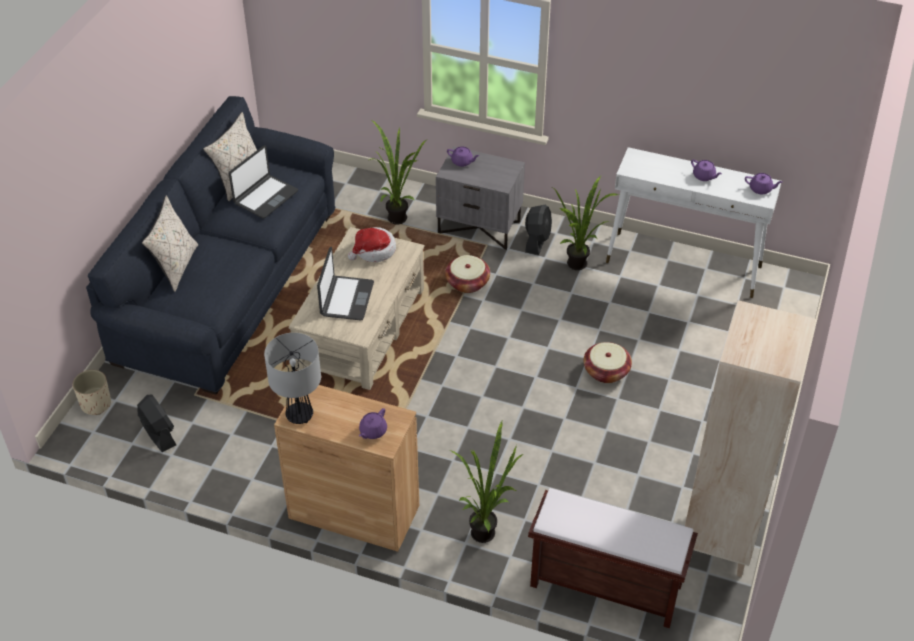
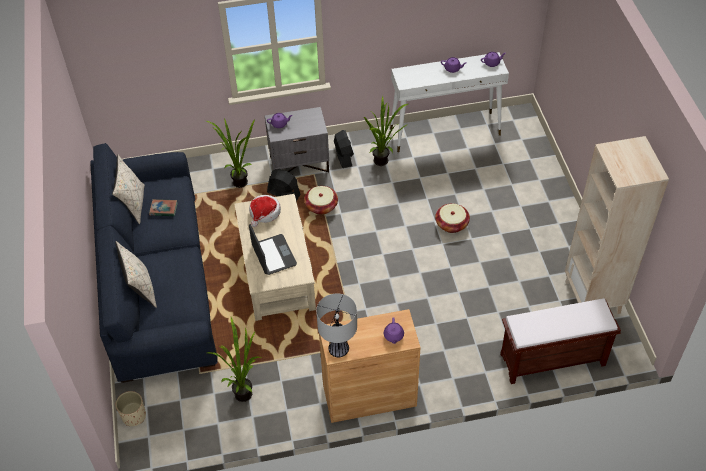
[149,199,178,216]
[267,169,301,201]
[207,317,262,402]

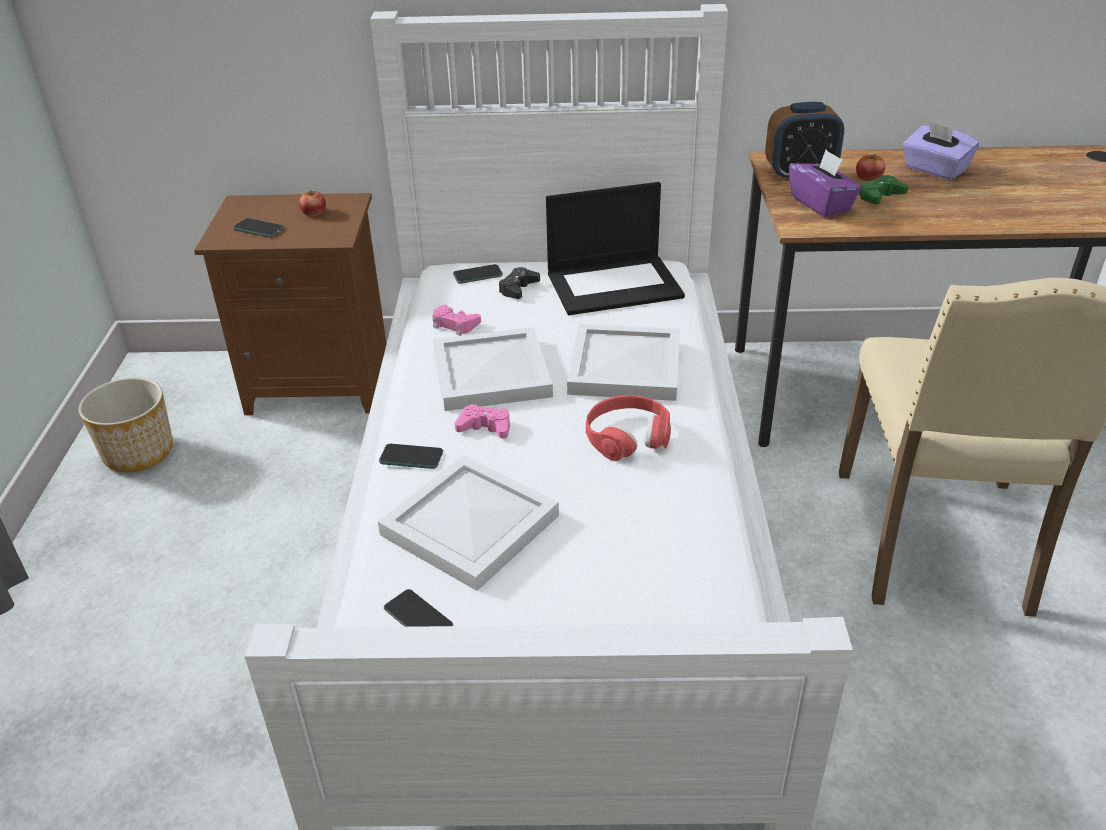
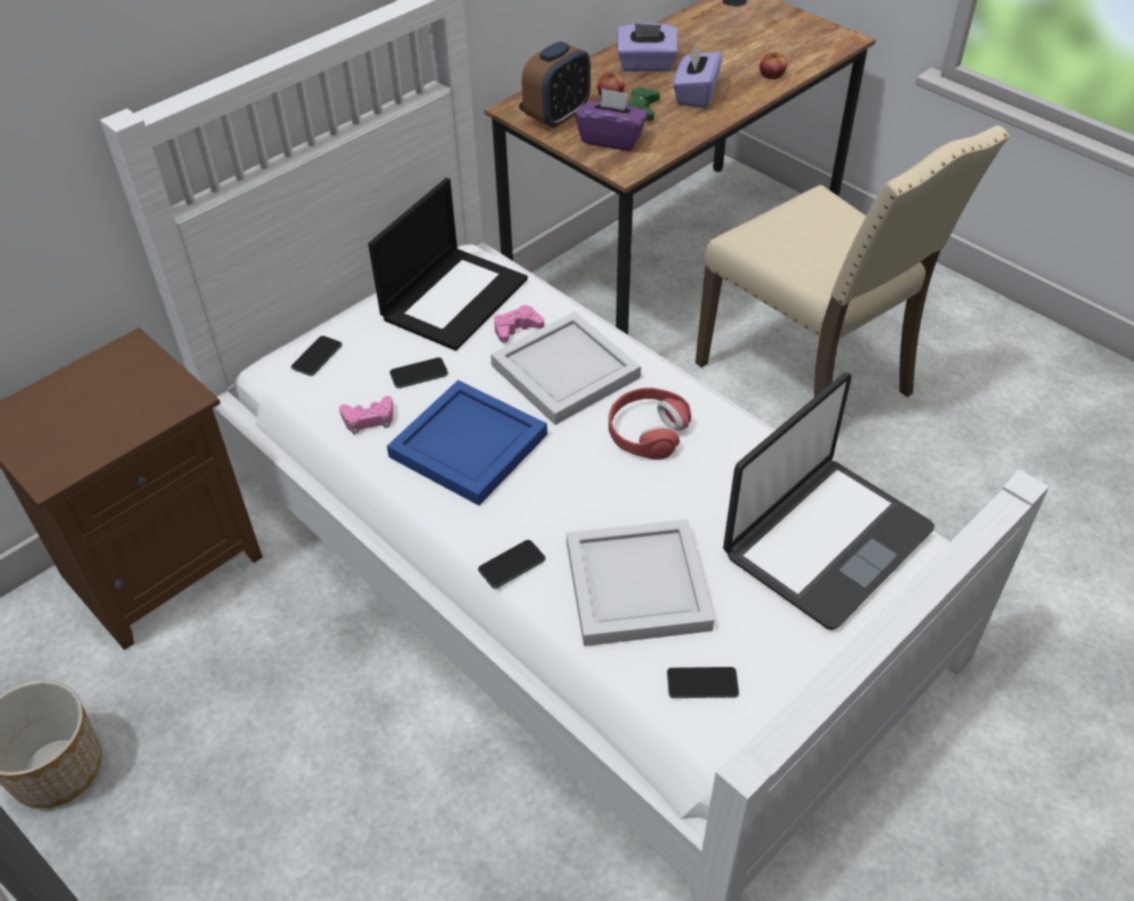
[759,51,787,79]
[390,357,448,388]
[499,267,540,299] (first image)
[387,380,547,506]
[494,305,544,343]
[673,43,723,108]
[723,372,935,630]

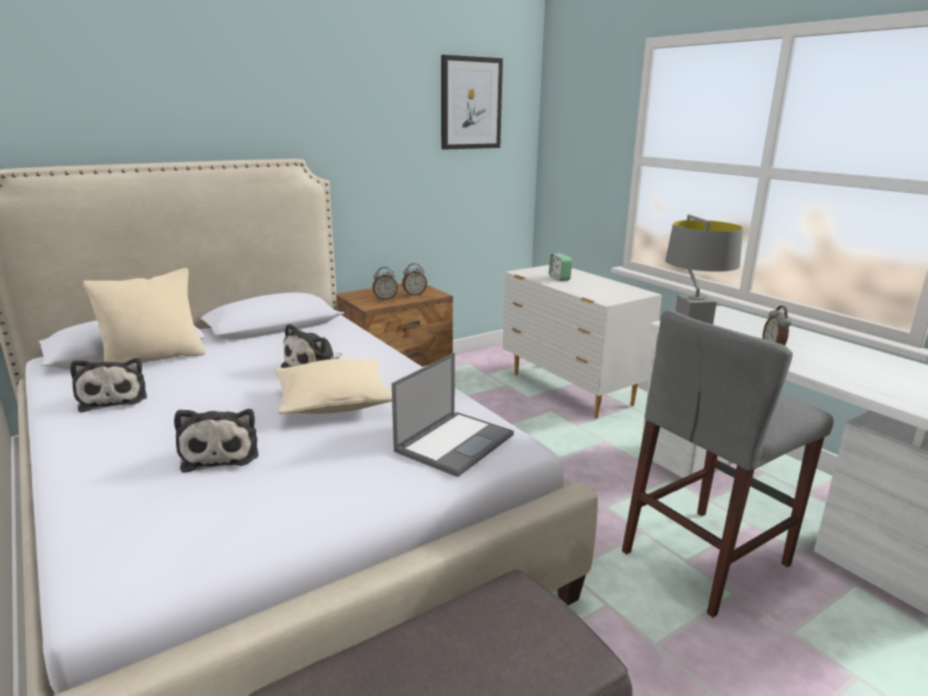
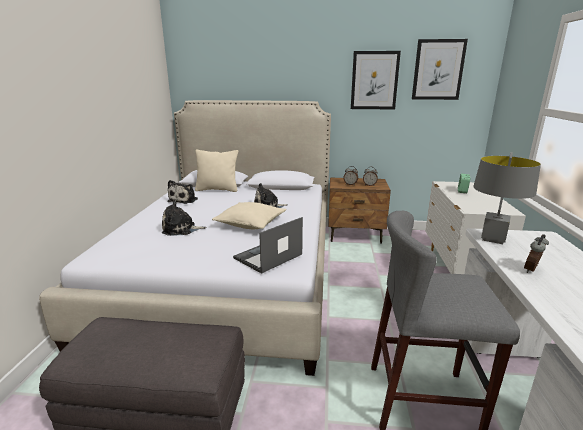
[233,217,303,274]
[162,200,206,236]
[351,51,401,109]

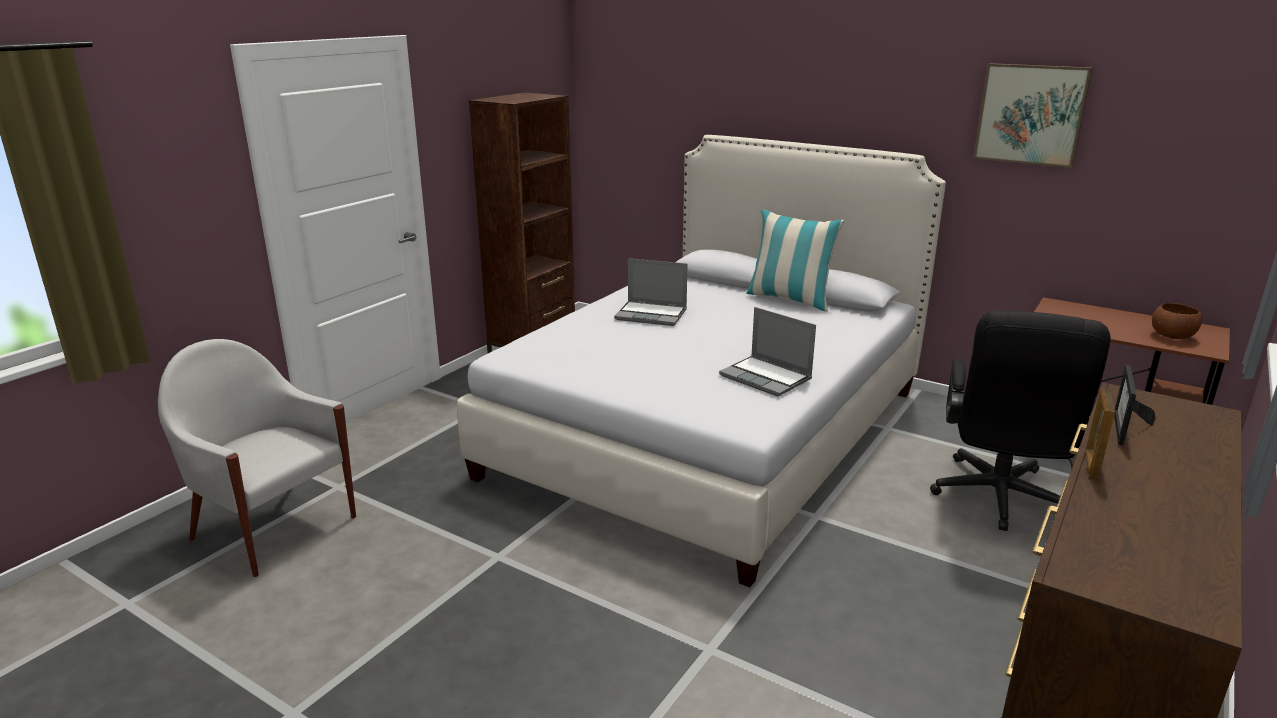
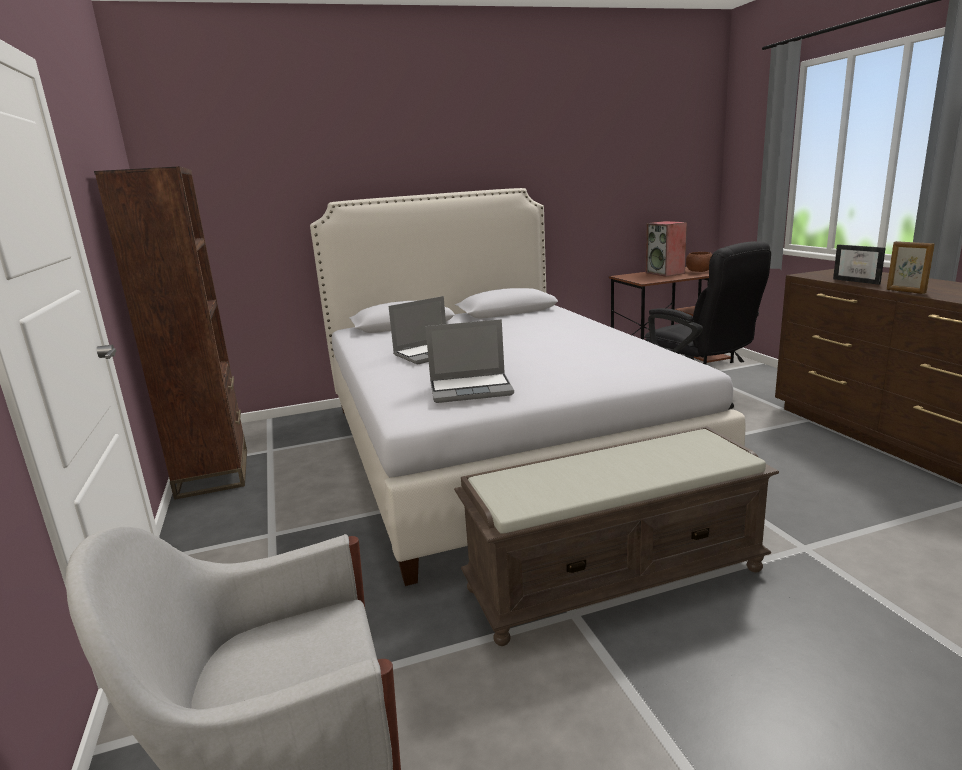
[973,63,1093,168] (first image)
[746,209,844,311] (first image)
[425,319,514,403]
[646,221,687,277]
[454,426,779,646]

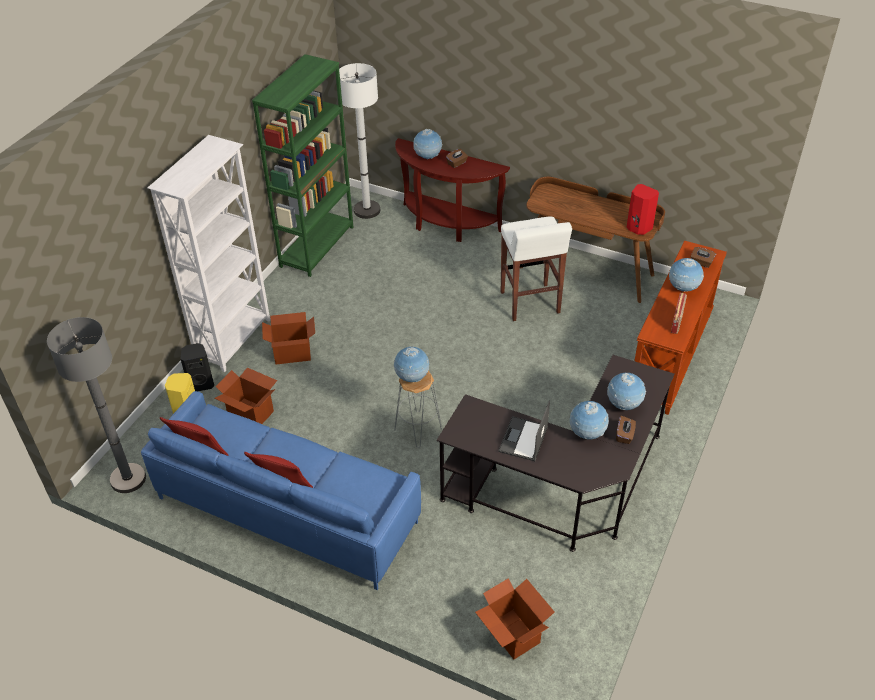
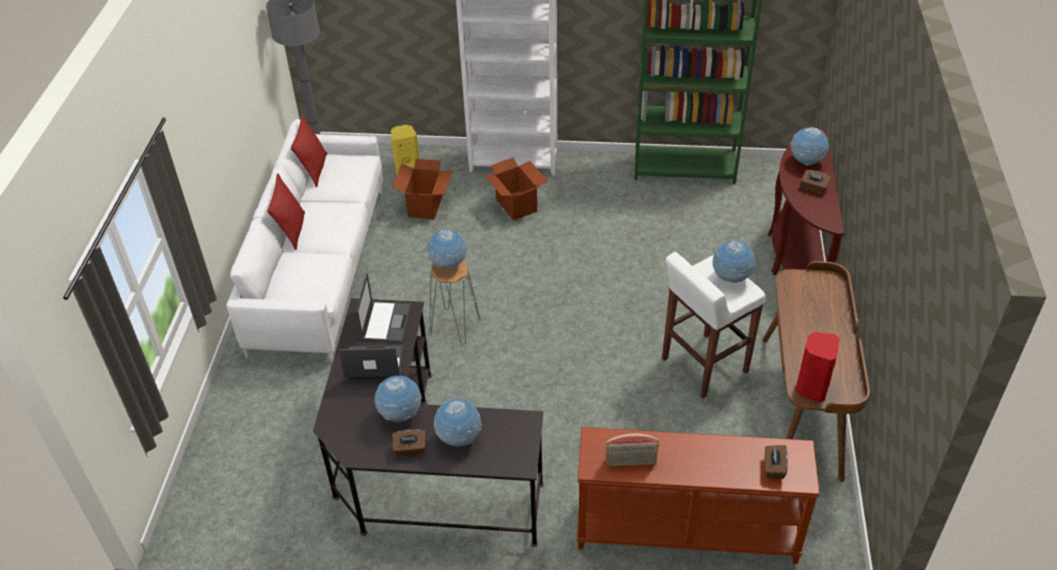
[339,63,380,219] (first image)
[713,241,756,283]
[180,343,214,391] (first image)
[226,119,383,362]
[475,578,555,659] (first image)
[356,273,411,343]

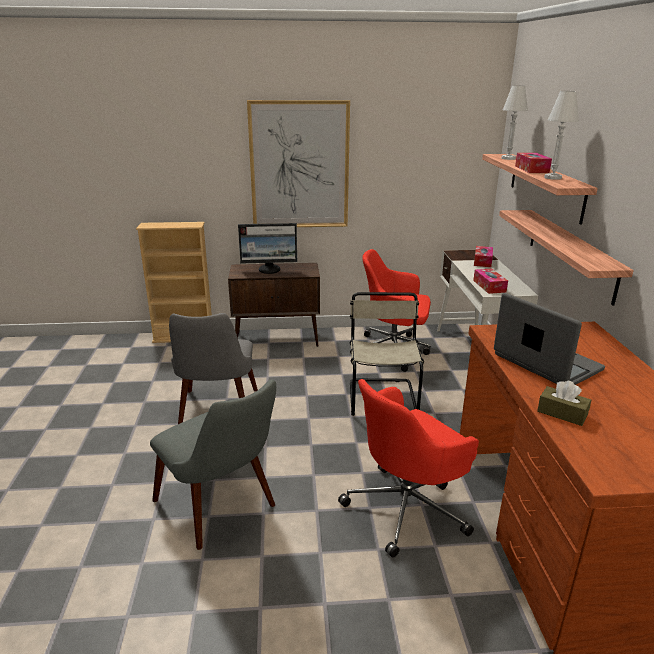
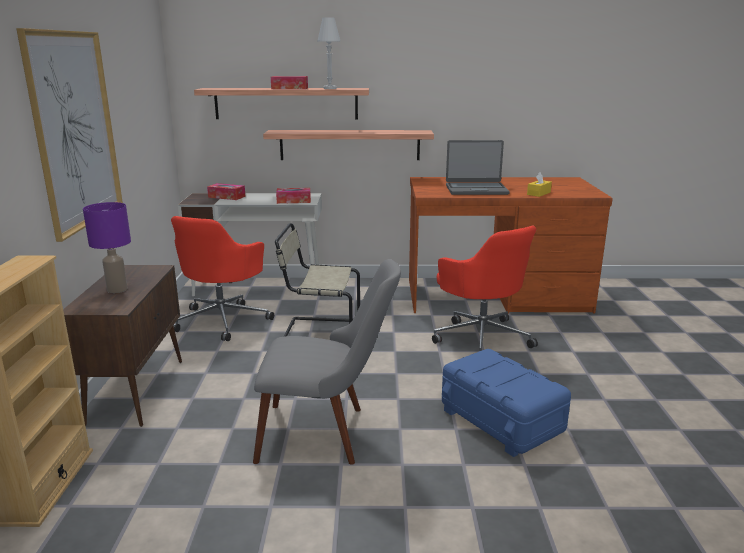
[501,86,528,160] (first image)
[83,202,131,293]
[446,140,510,195]
[442,349,571,457]
[527,172,552,197]

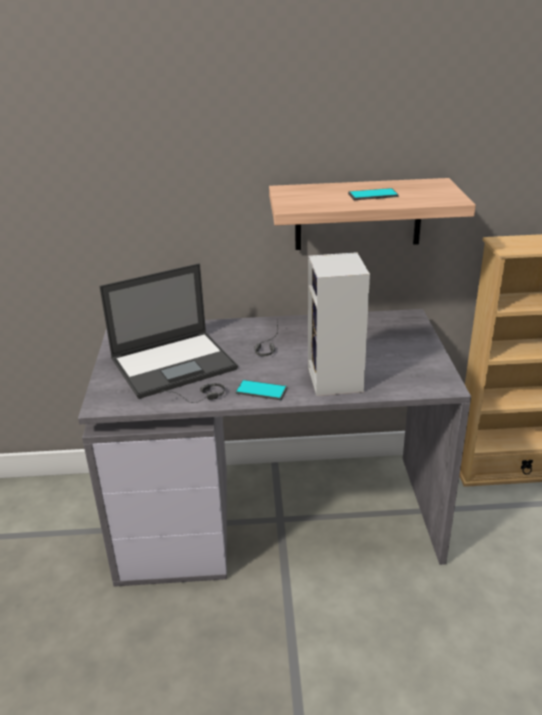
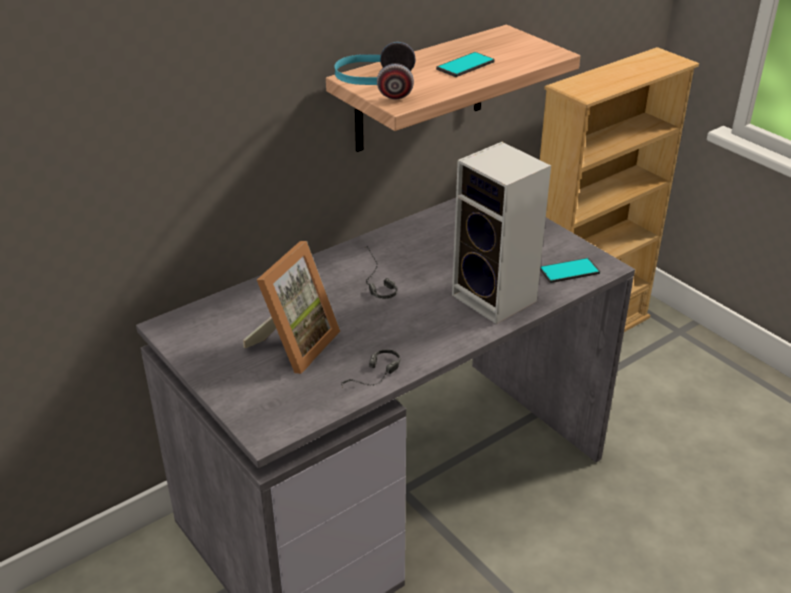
[243,241,340,374]
[540,258,600,283]
[334,42,416,99]

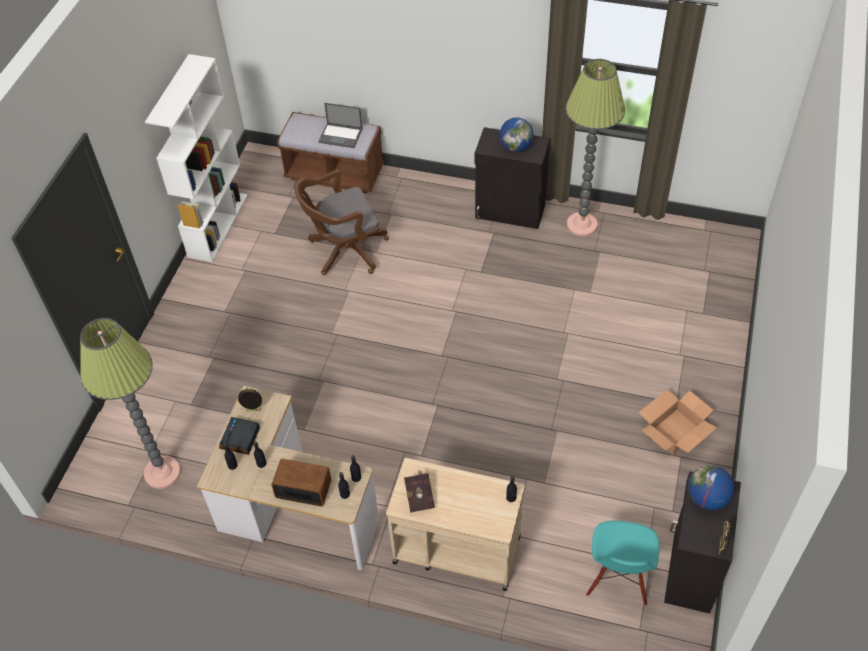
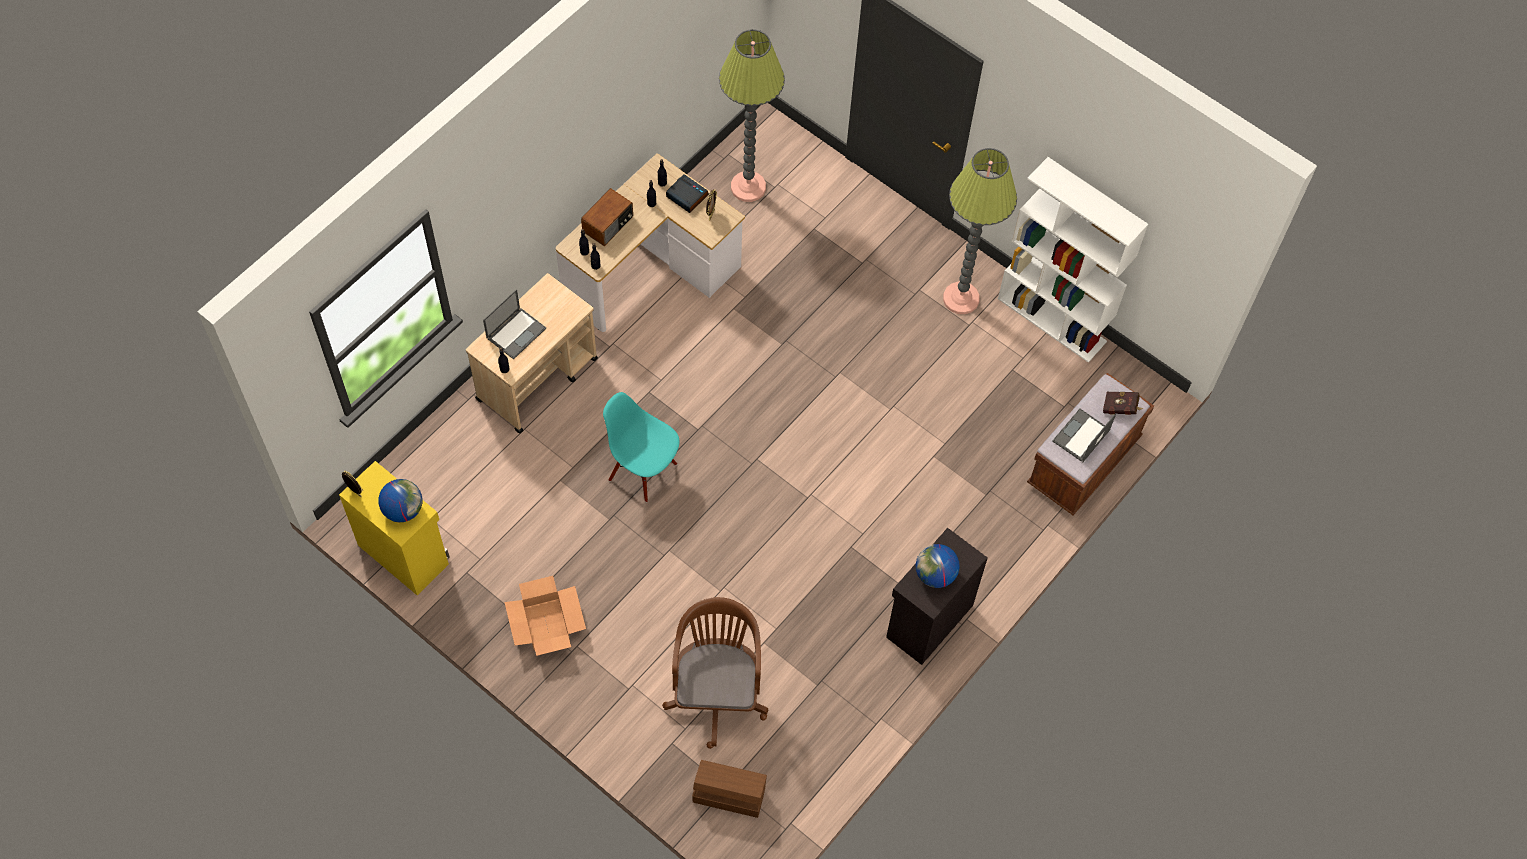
[943,148,1017,314]
[662,597,768,749]
[1103,392,1143,415]
[339,461,450,595]
[603,392,679,502]
[483,289,546,359]
[692,760,767,818]

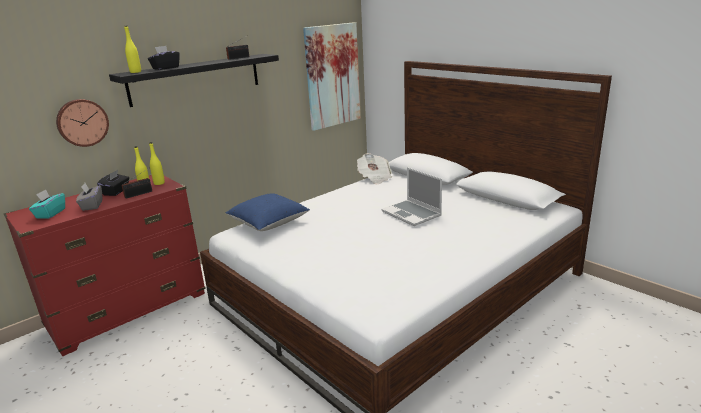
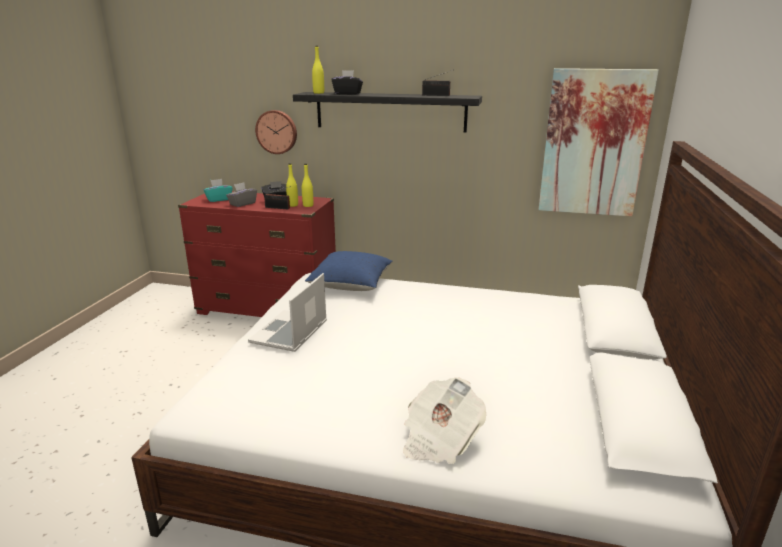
[403,378,487,464]
[248,273,327,352]

